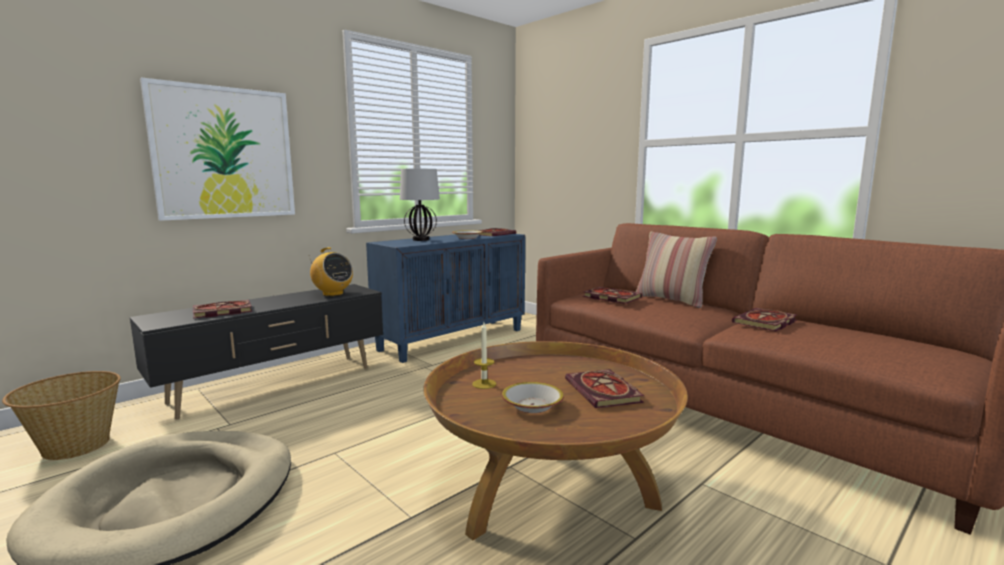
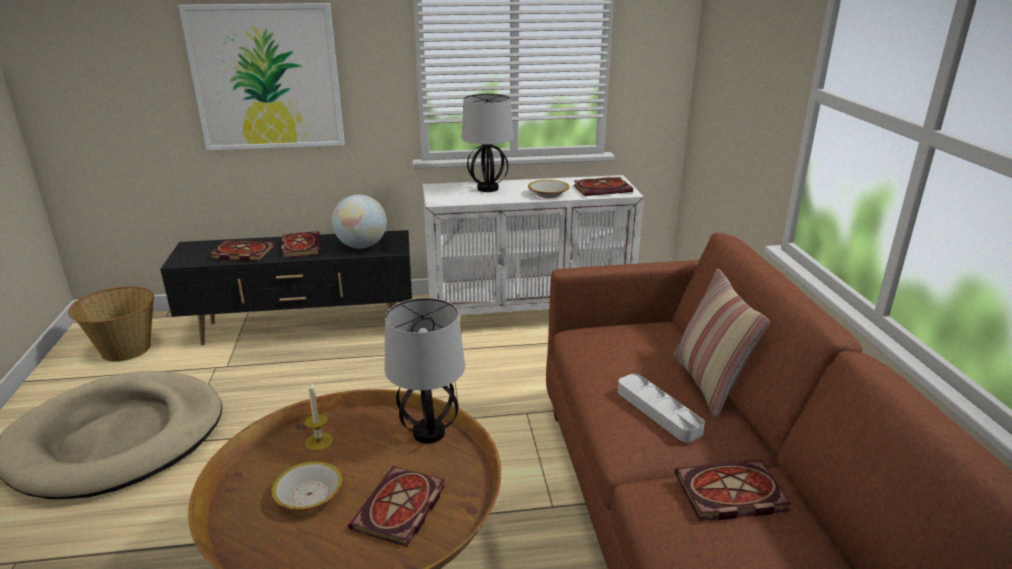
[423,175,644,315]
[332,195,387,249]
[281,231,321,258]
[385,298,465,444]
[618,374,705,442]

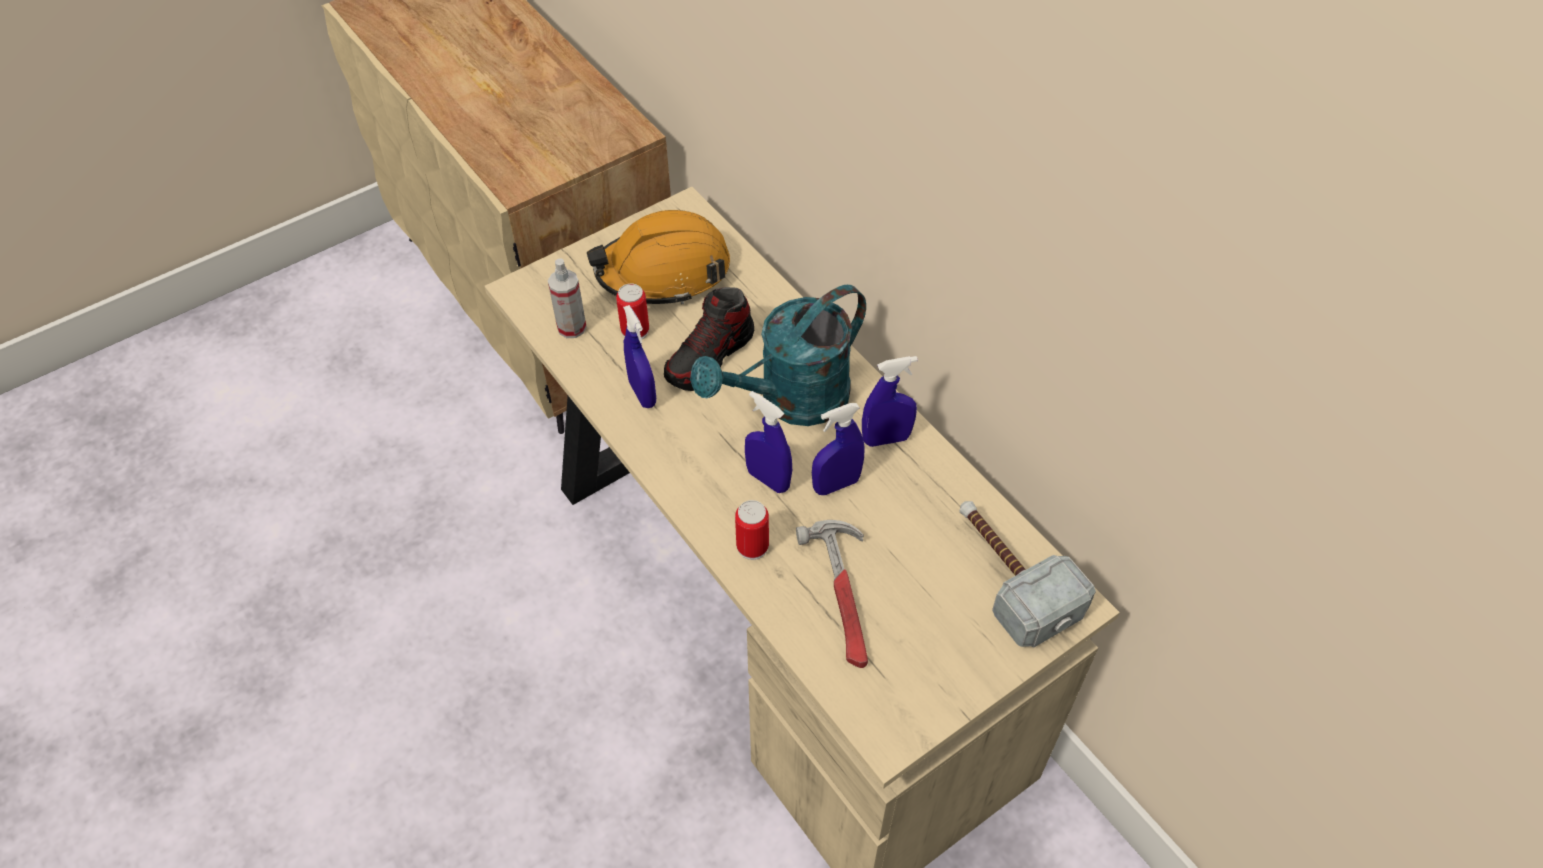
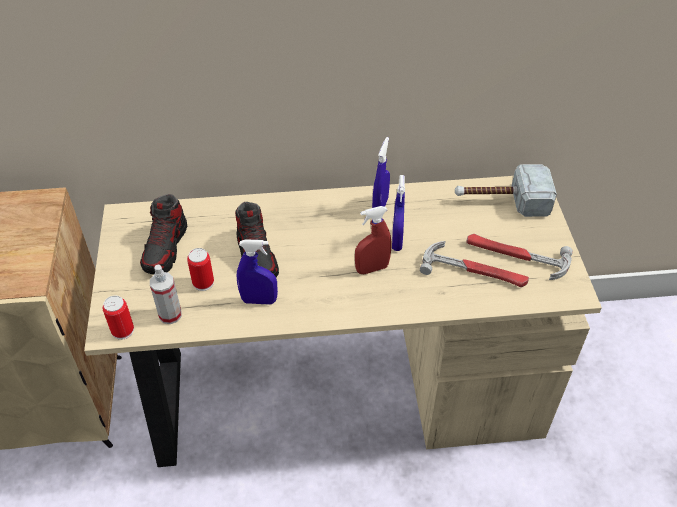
[140,194,187,275]
[690,285,866,426] (first image)
[355,206,391,274]
[103,295,134,340]
[466,234,573,280]

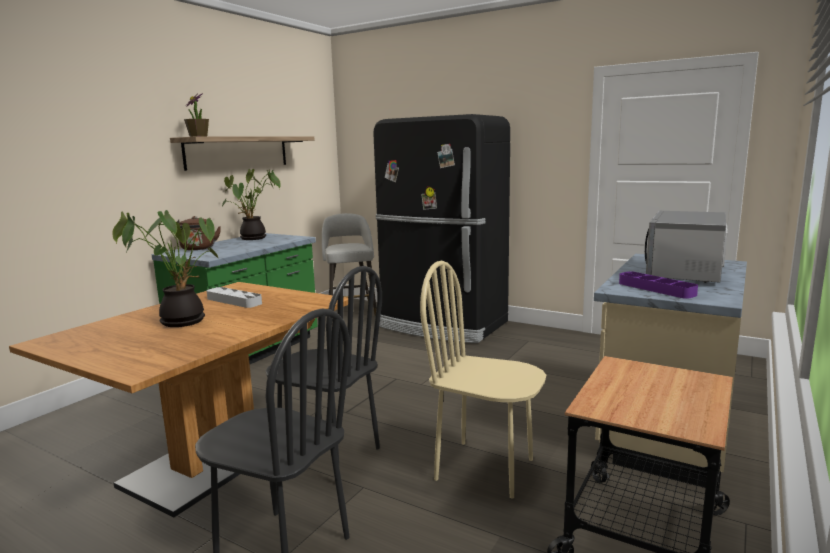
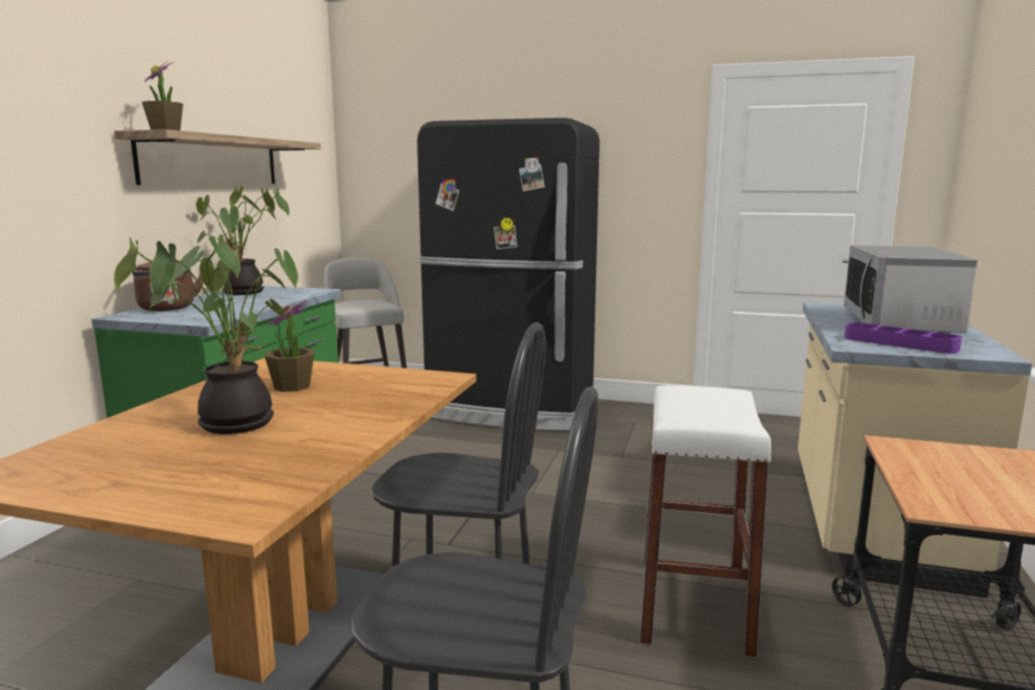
[639,386,772,658]
[265,300,315,392]

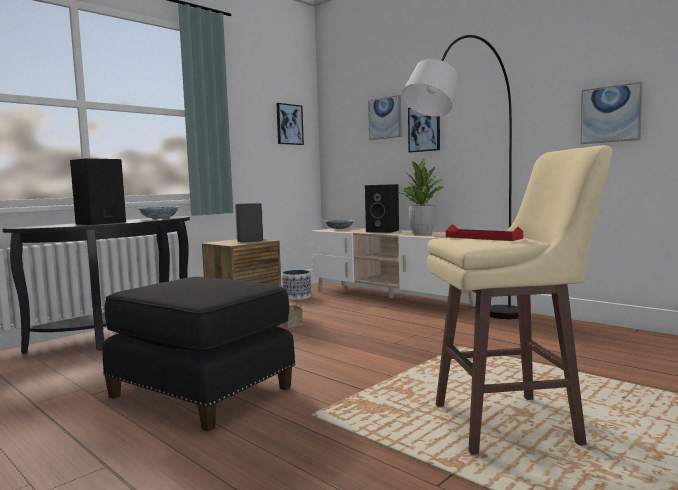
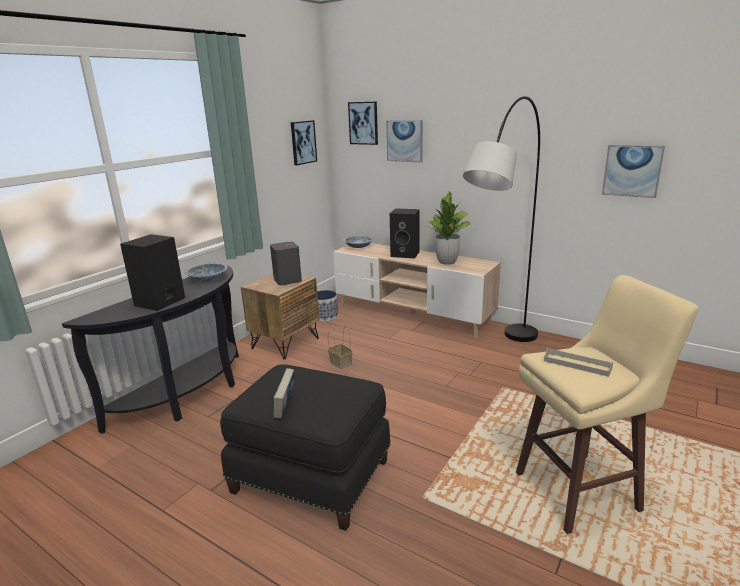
[348,101,378,145]
[544,348,613,377]
[274,368,294,419]

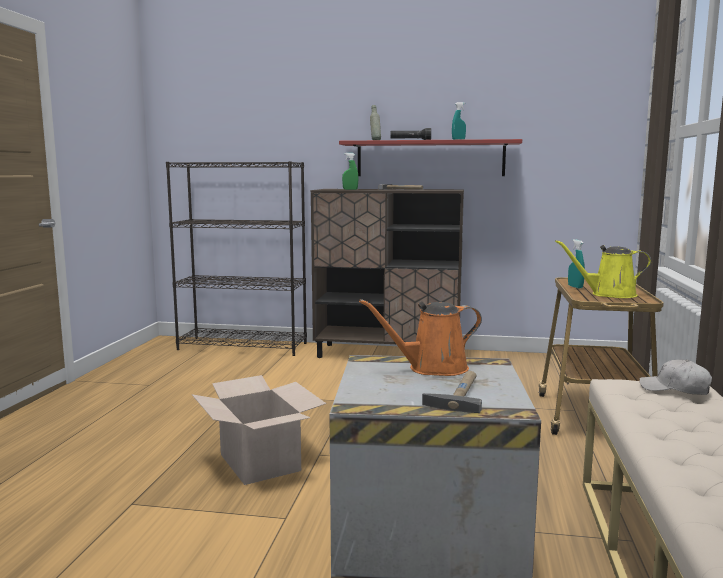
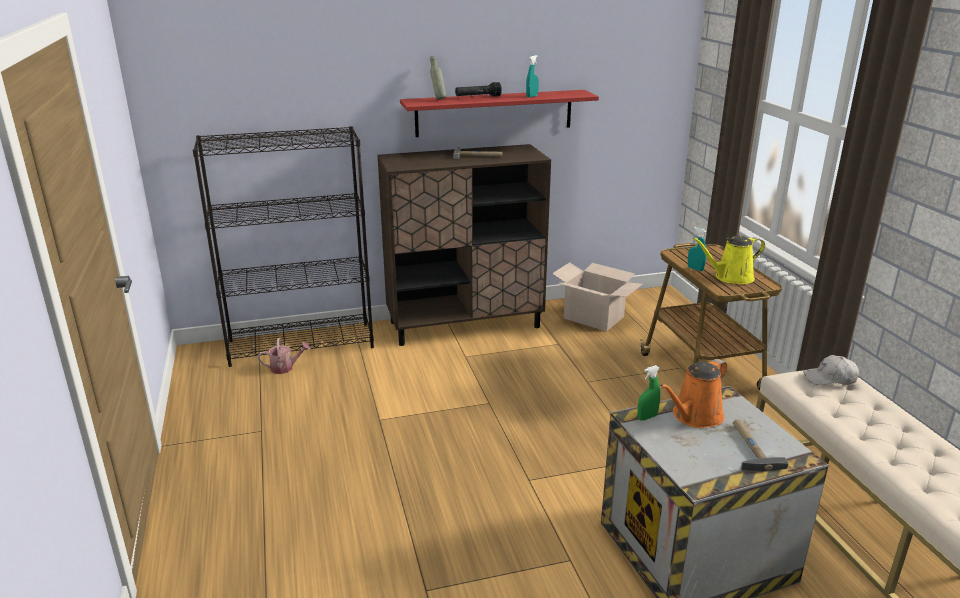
[637,365,660,421]
[552,262,642,331]
[257,338,311,374]

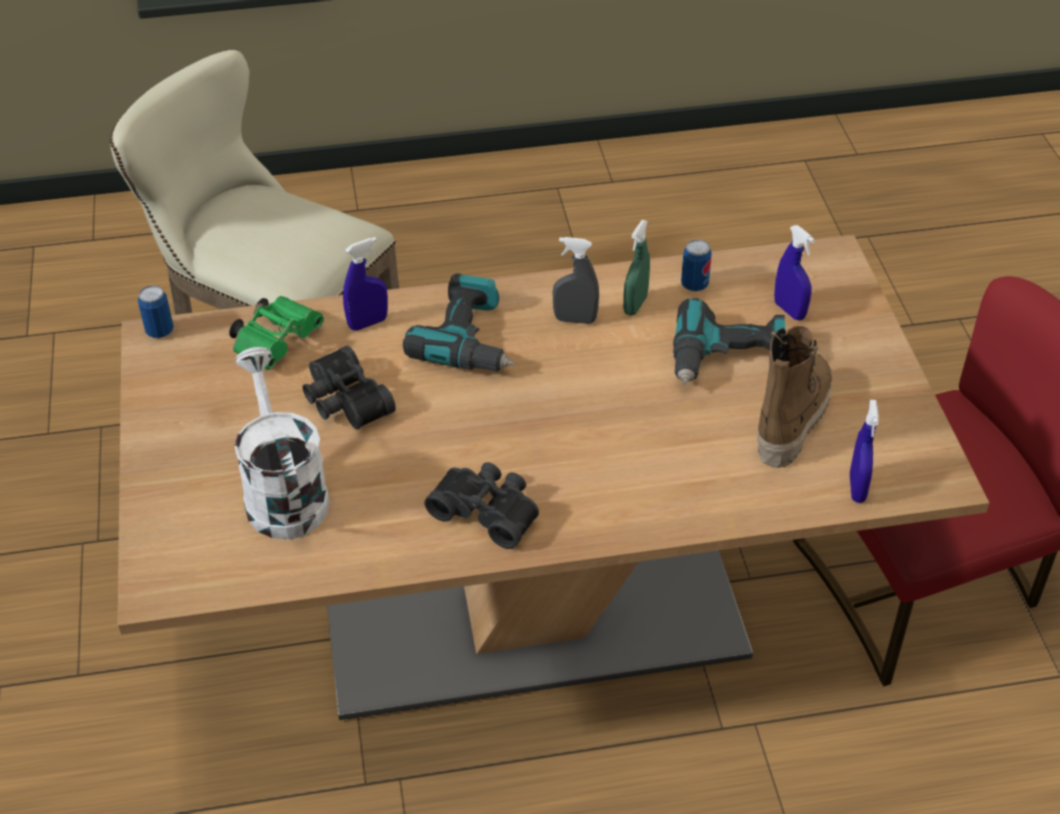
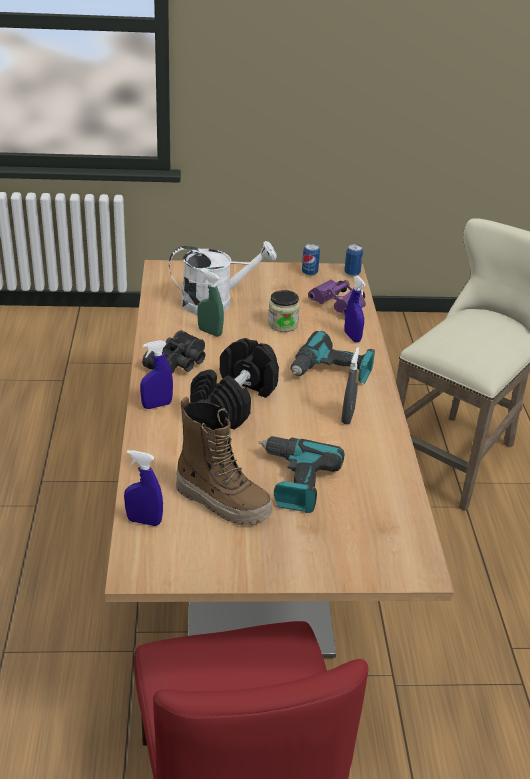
[197,270,224,337]
[140,340,173,409]
[302,243,320,276]
[308,280,366,315]
[268,290,300,332]
[190,338,279,430]

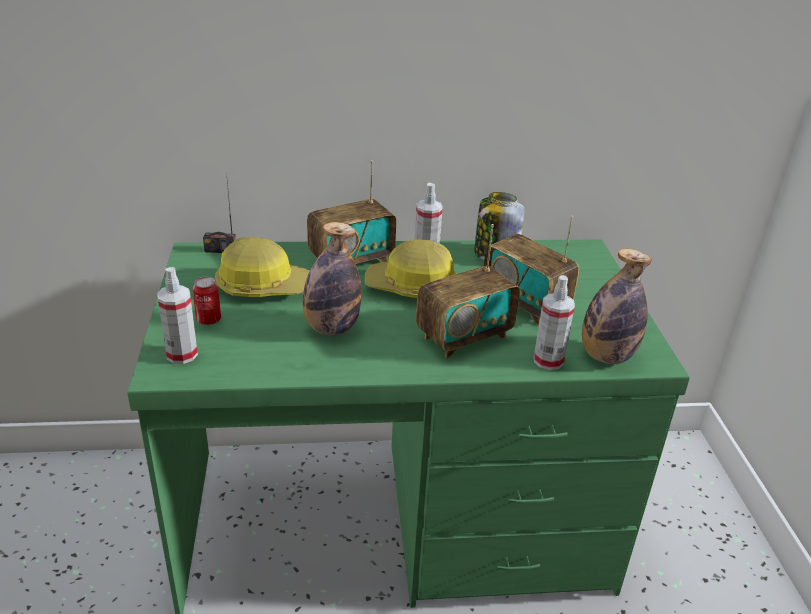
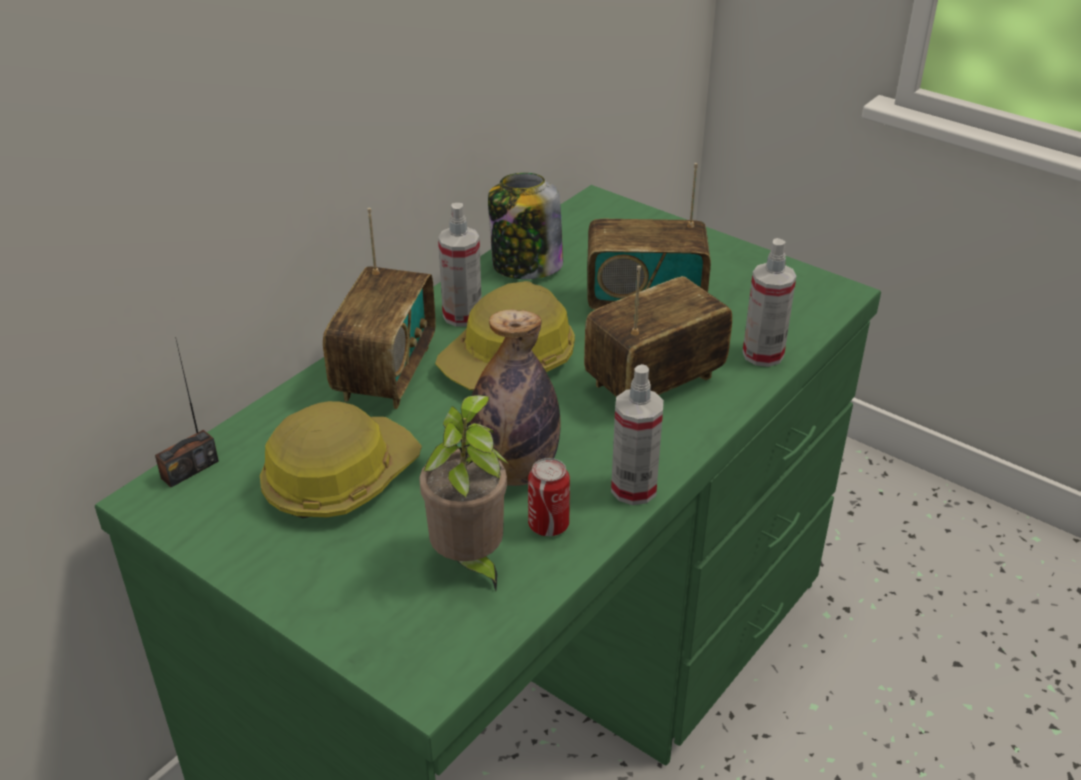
[584,265,732,397]
[582,249,652,364] (first image)
[611,364,664,505]
[528,458,570,536]
[419,395,509,591]

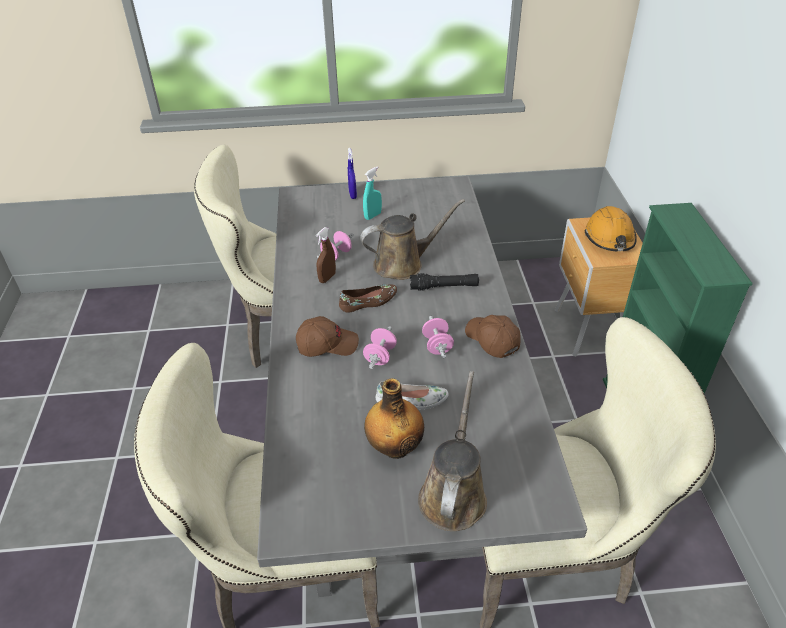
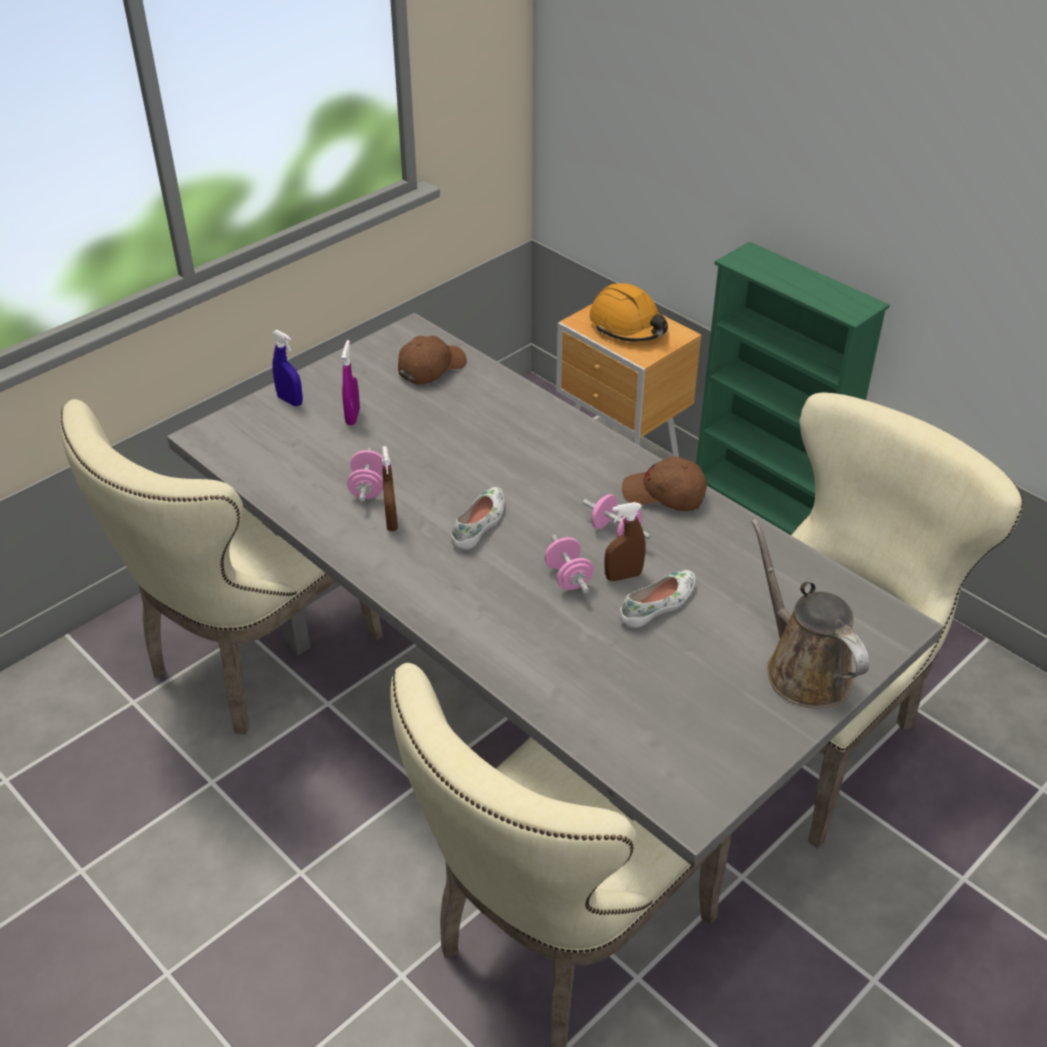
[341,340,360,425]
[360,199,465,280] (first image)
[410,273,479,291] (first image)
[451,487,505,550]
[398,336,467,385]
[364,378,424,459] (first image)
[604,502,646,581]

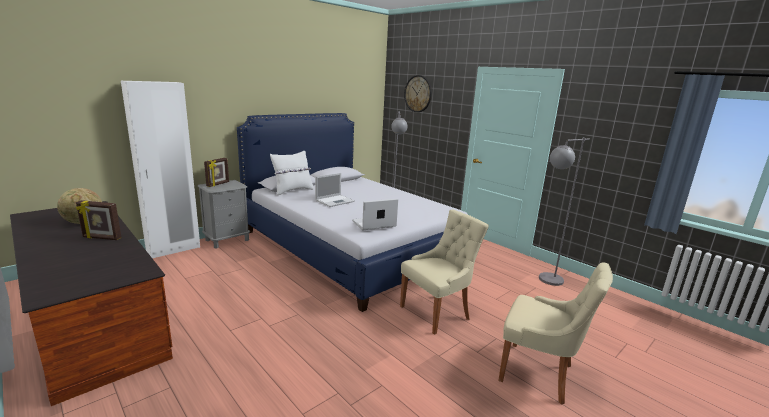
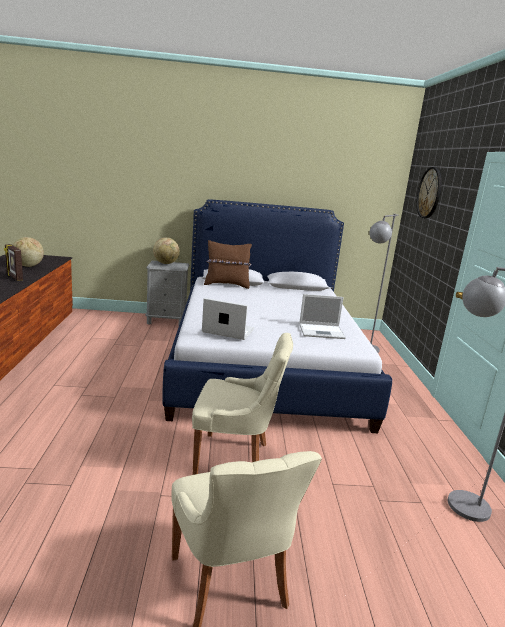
[121,81,200,259] (first image)
[204,240,252,289]
[153,237,180,264]
[299,294,346,339]

